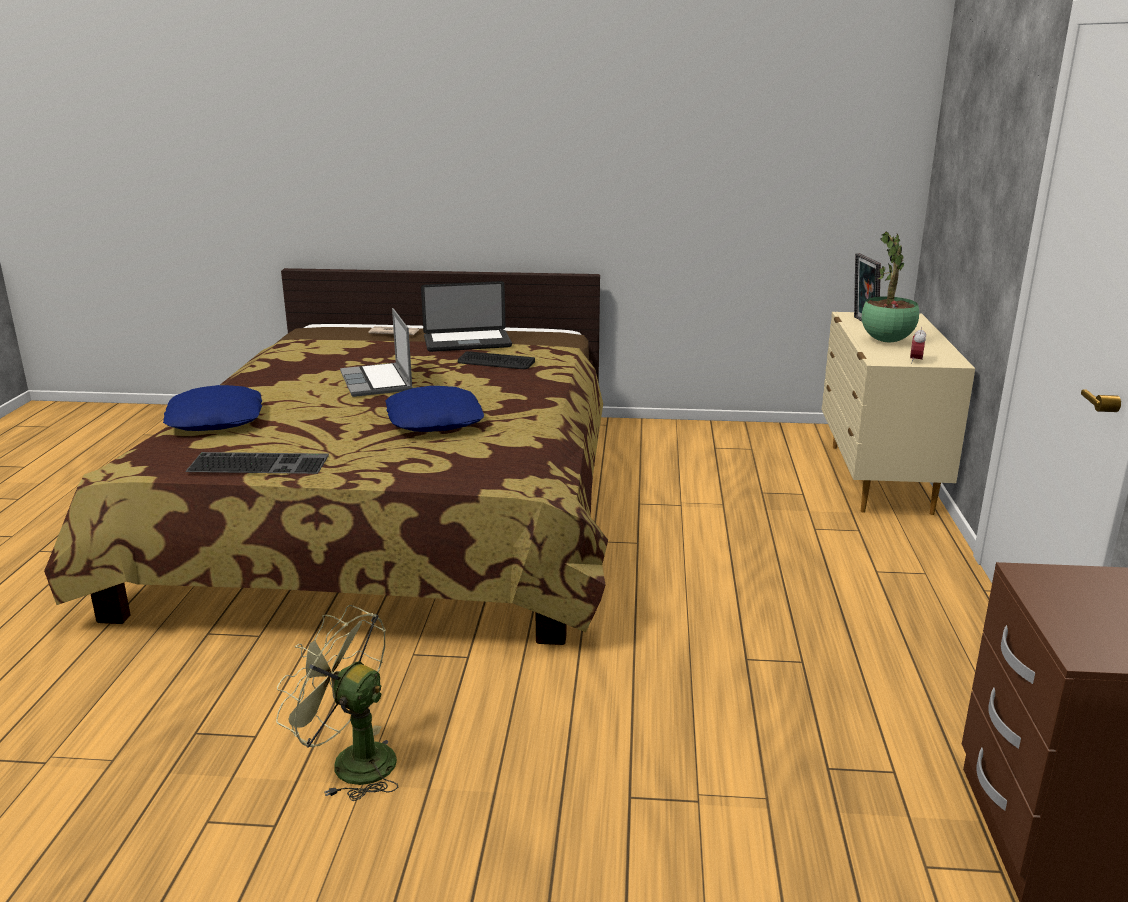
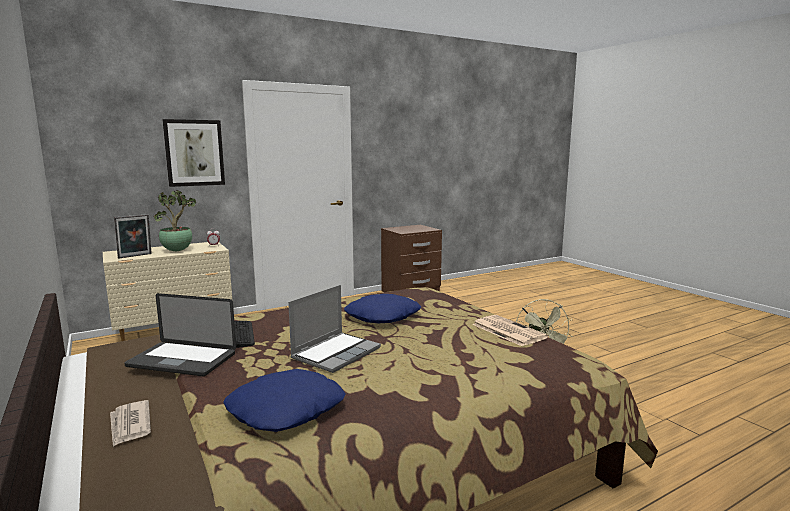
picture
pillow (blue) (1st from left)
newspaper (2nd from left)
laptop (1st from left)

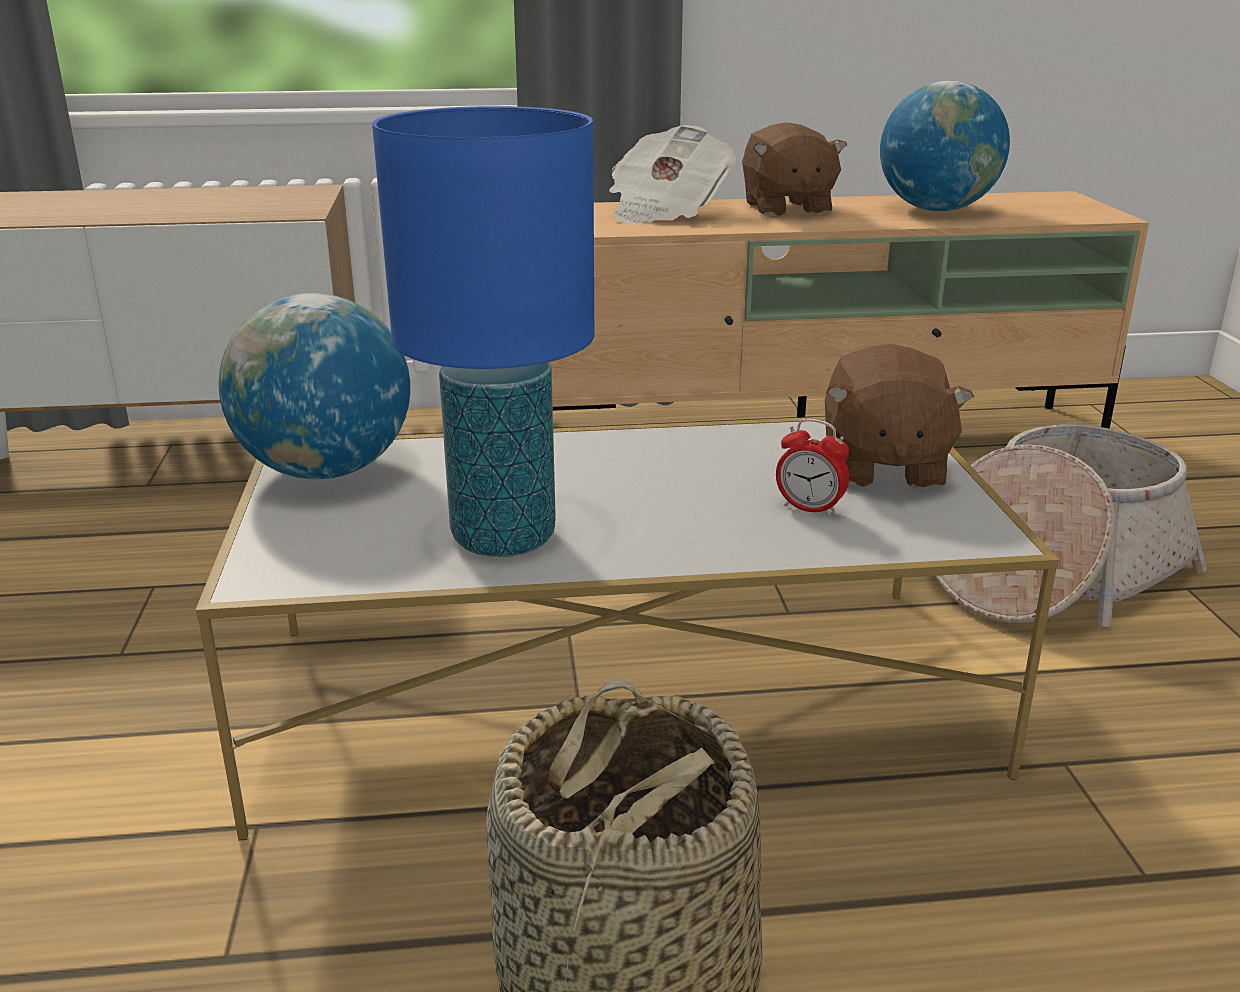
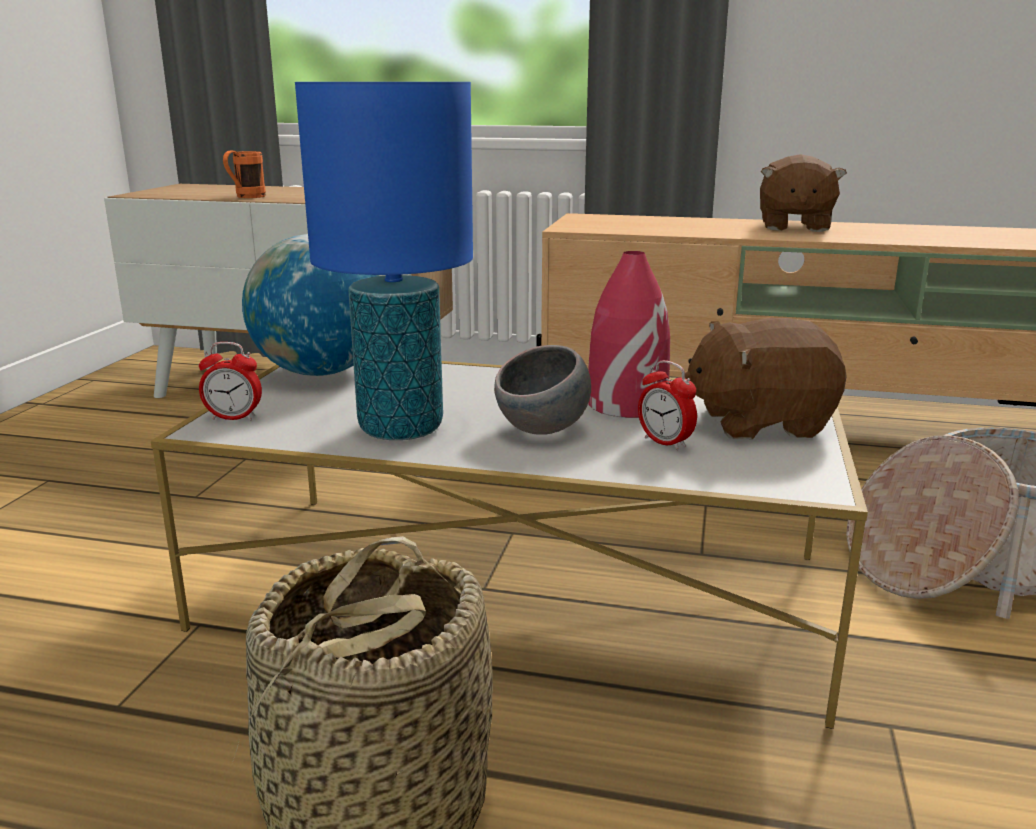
newspaper
globe (2nd from left in the first image)
alarm clock (1st from left)
mug (orange)
bowl (grey)
vase (red)
plush toy (brown) (1st from left)

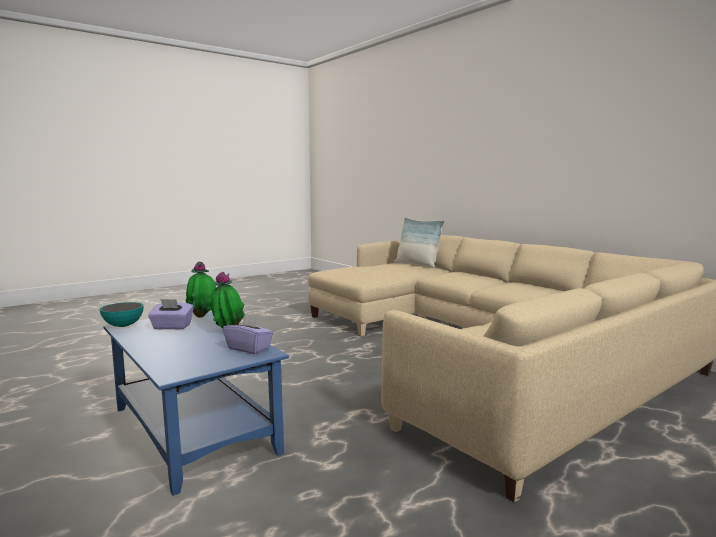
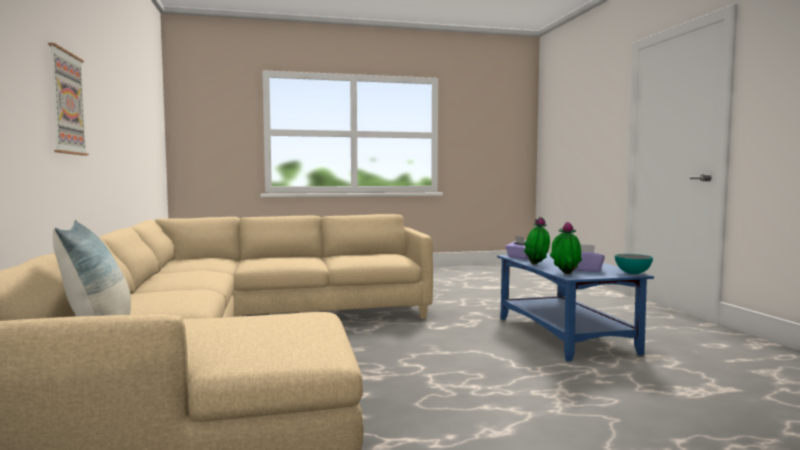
picture

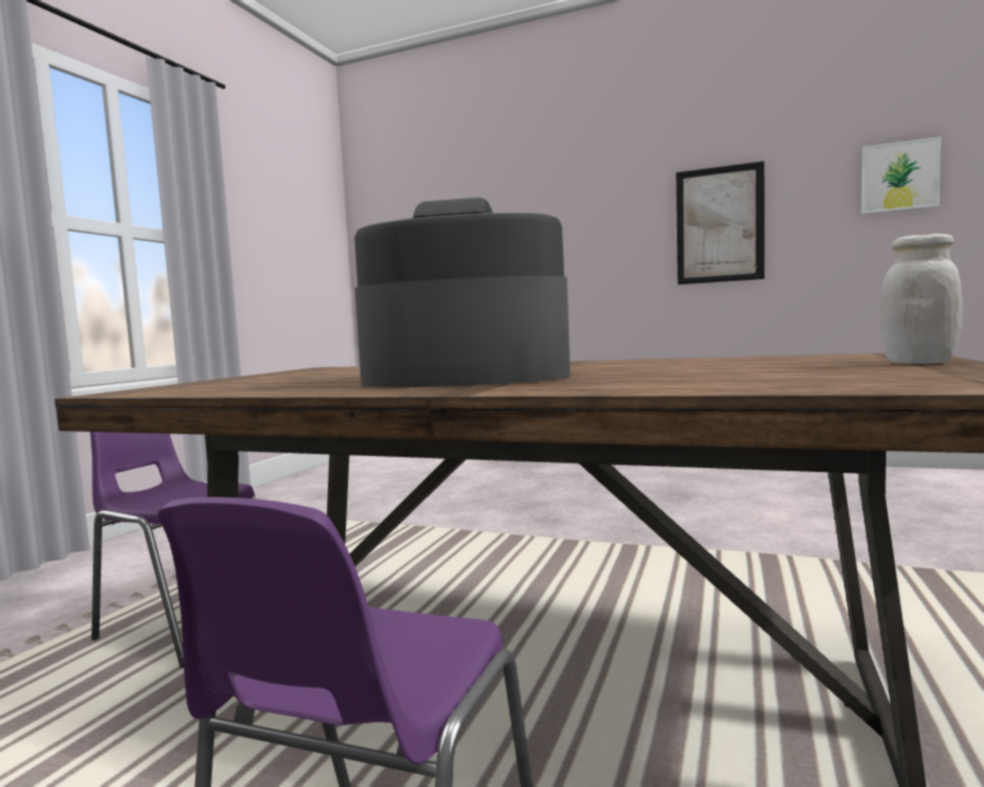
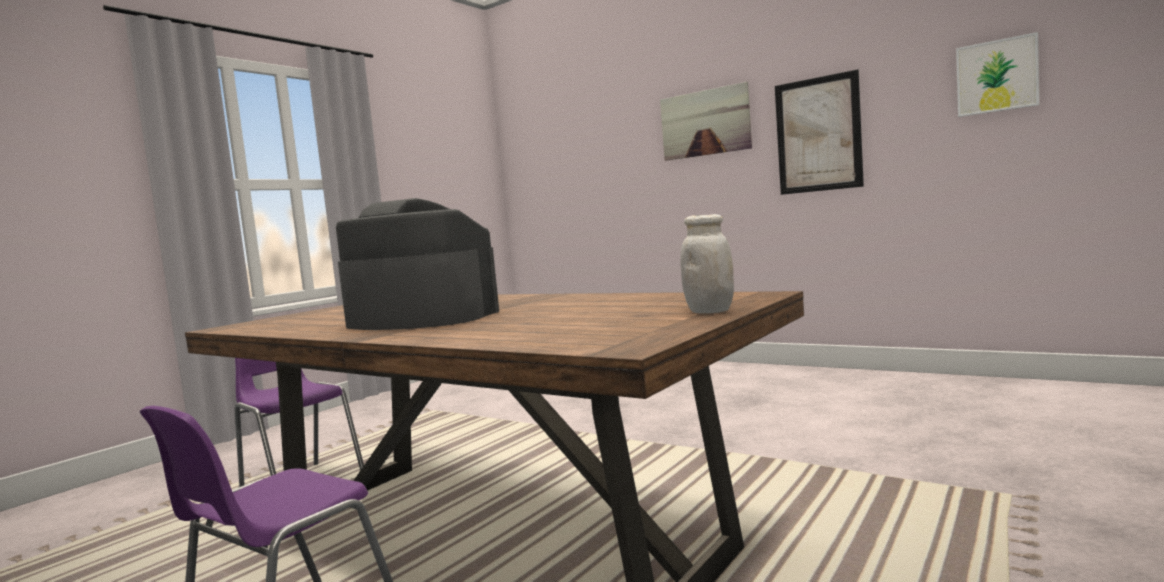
picture (1st from left)

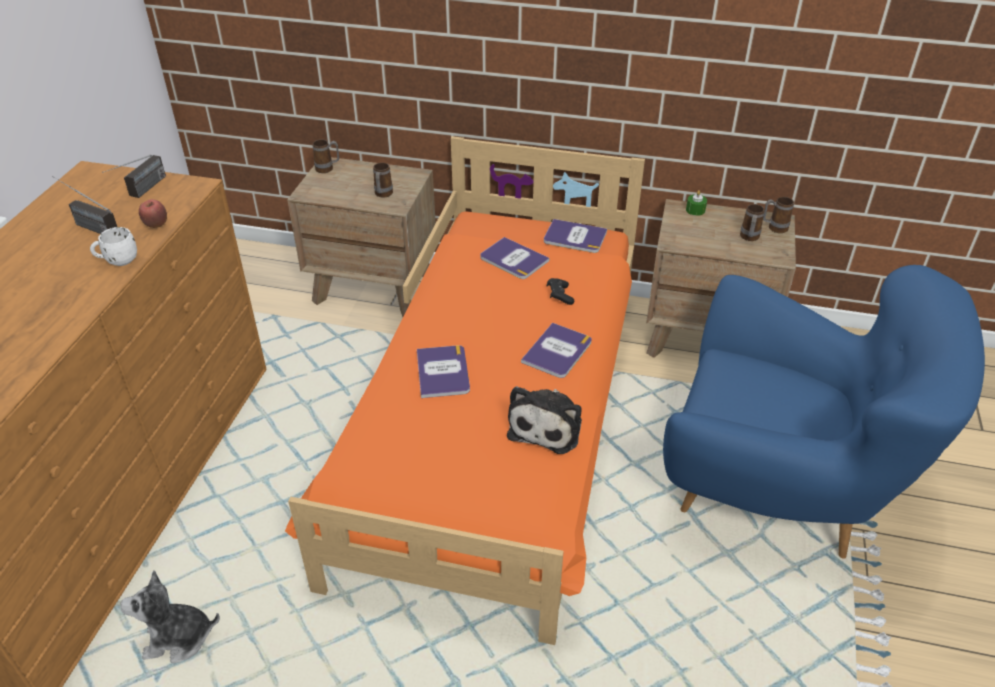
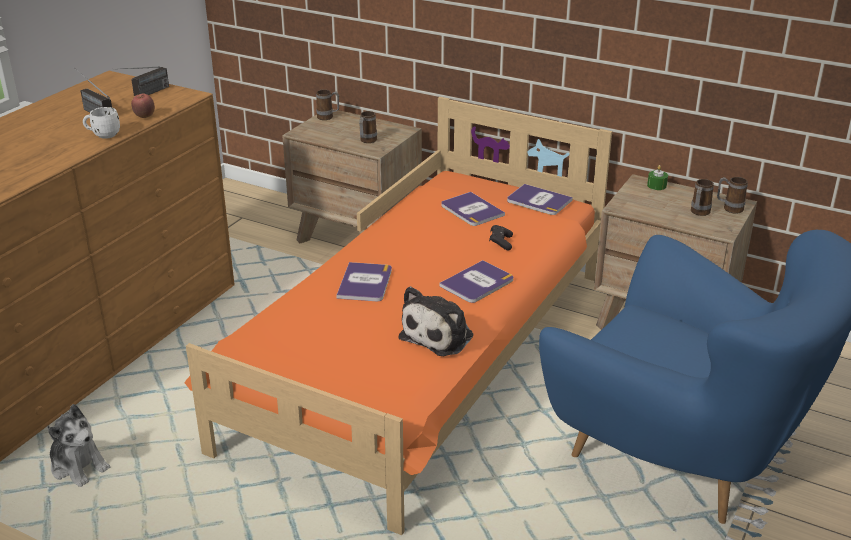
plush toy (1st from left)

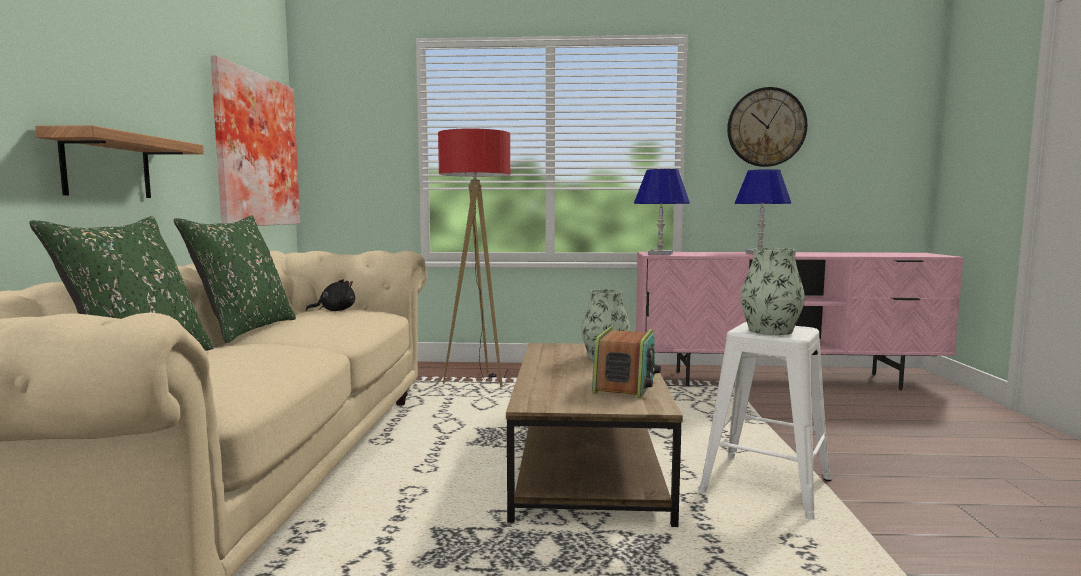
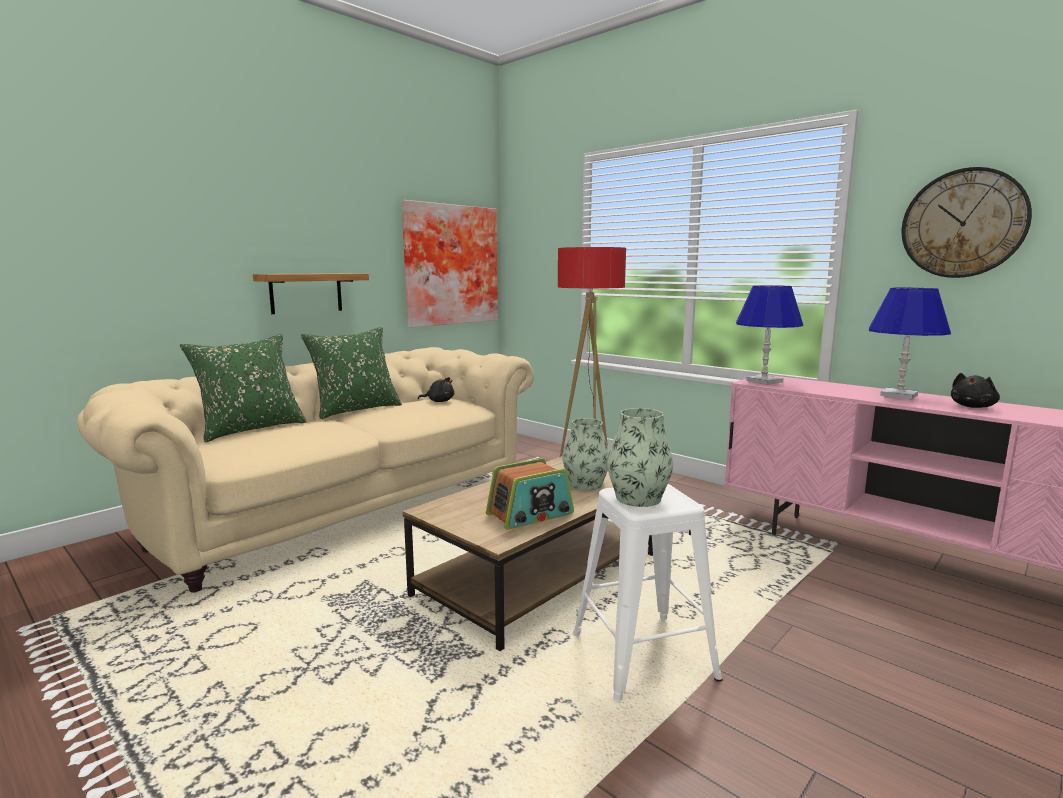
plush toy (black) (2nd from left)

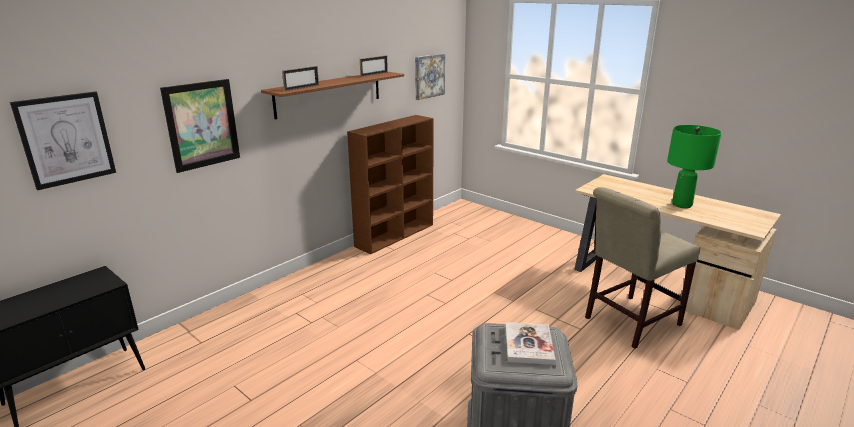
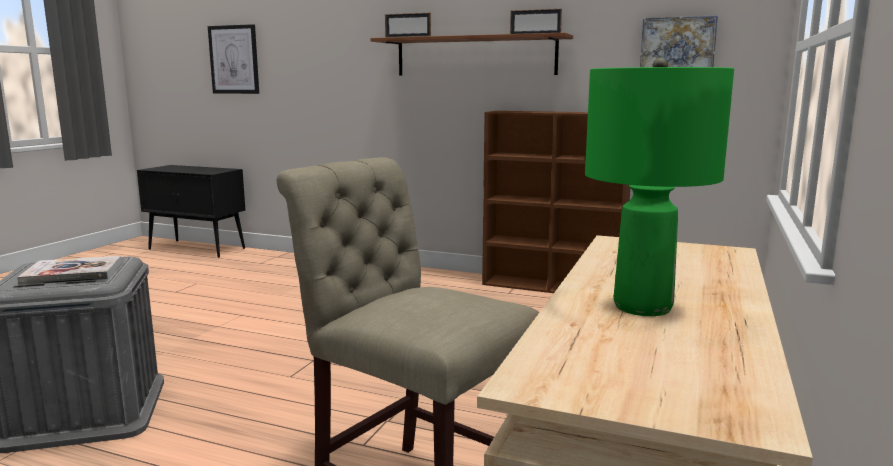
picture (2nd from left in the first image)

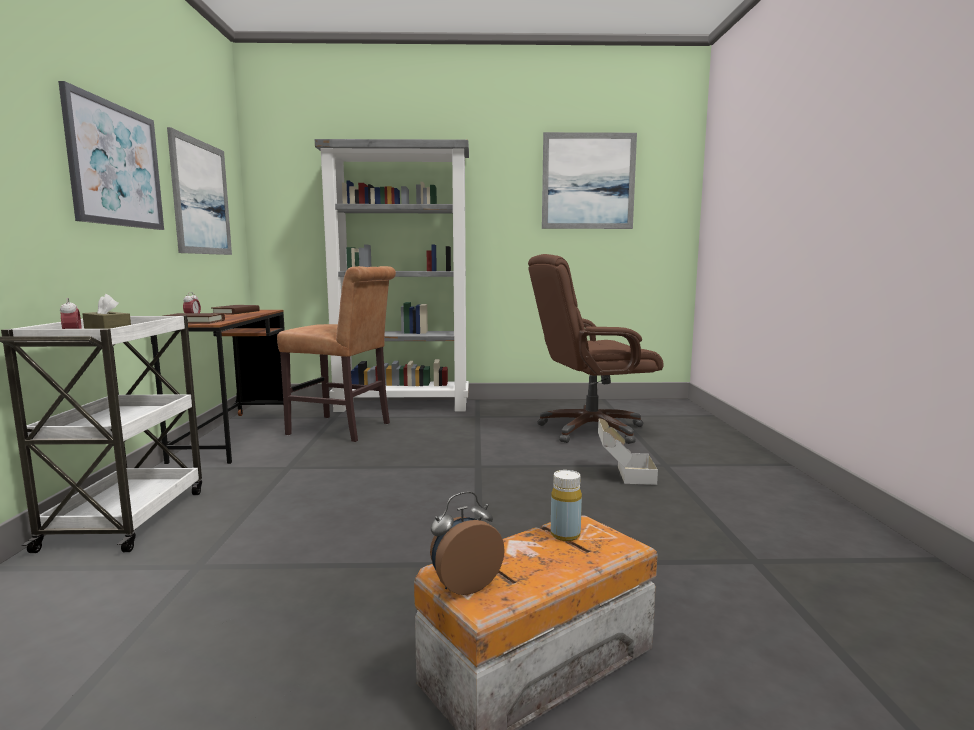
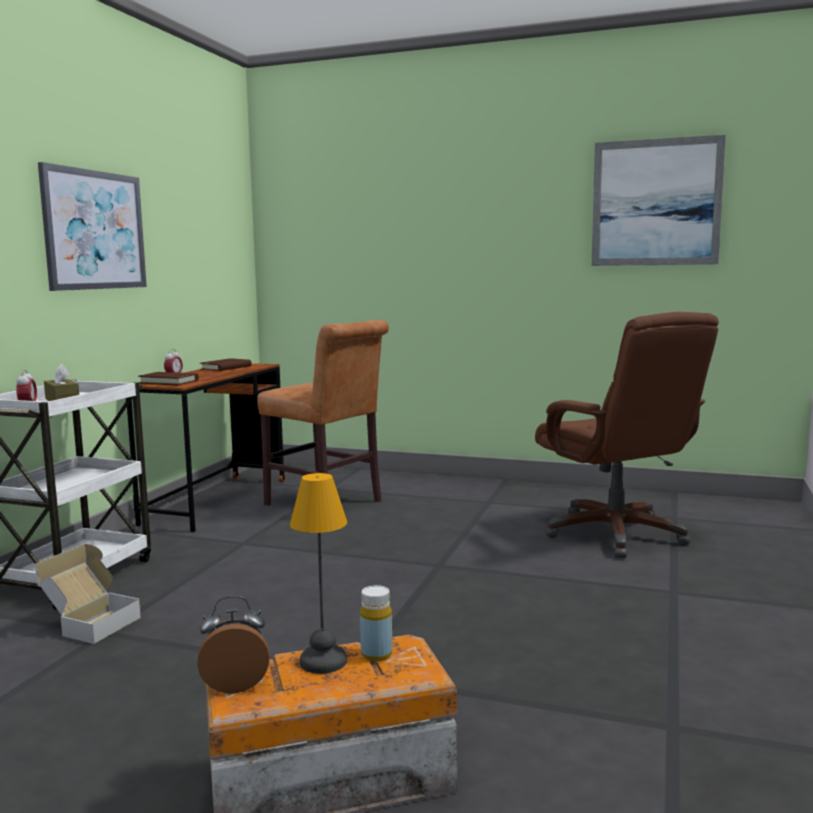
picture (2nd from left in the first image)
bookcase (grey)
table lamp
cardboard box
office chair (brown)

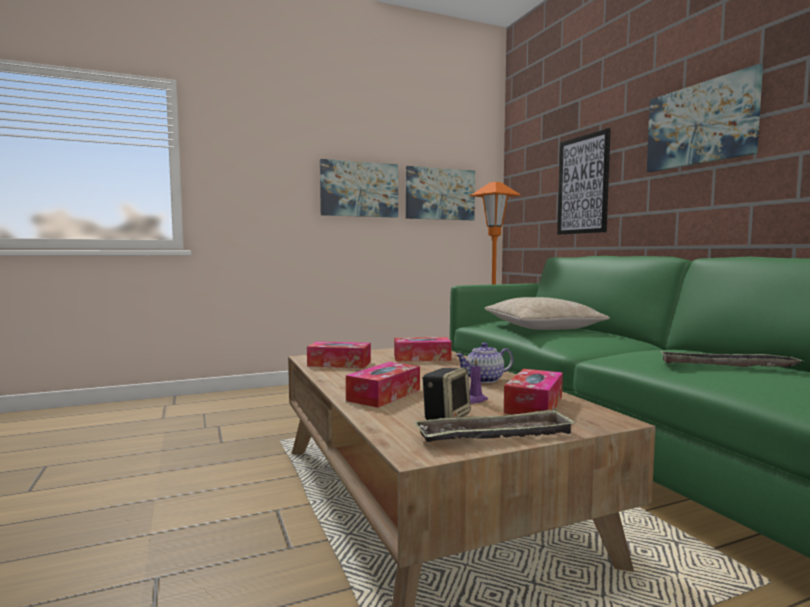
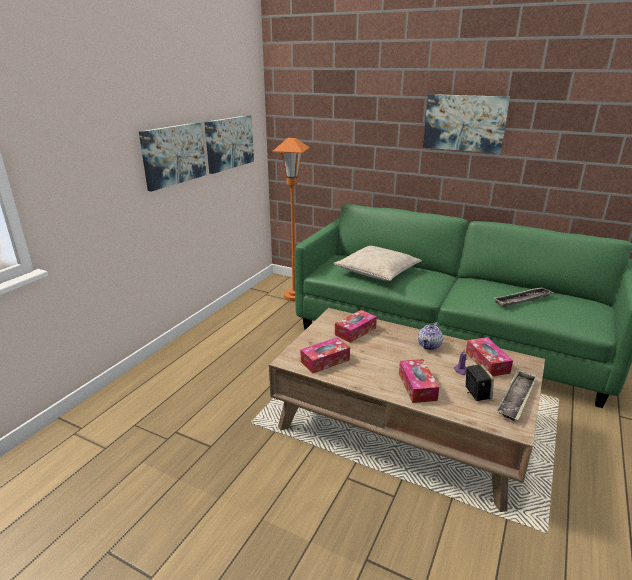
picture (3rd from left in the first image)

